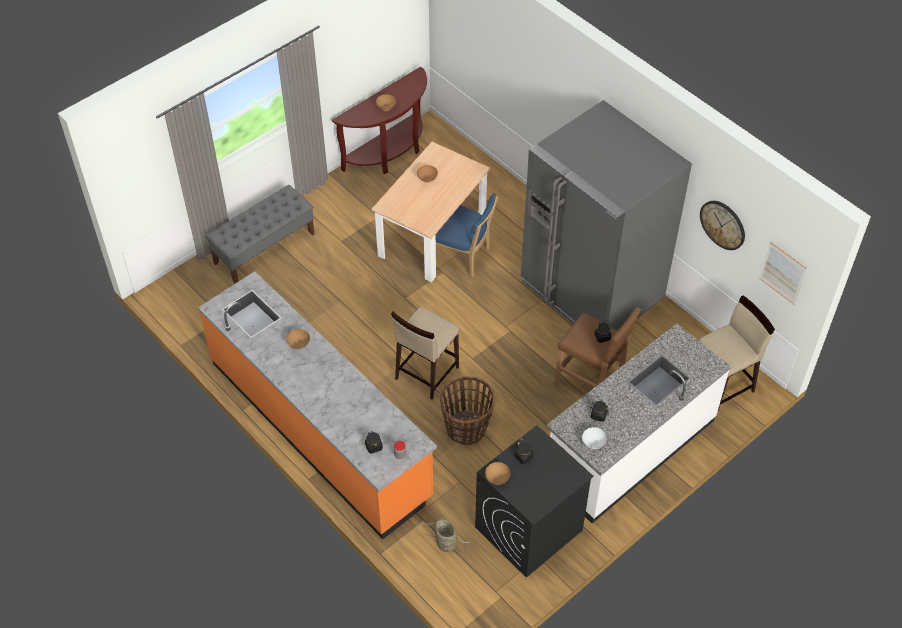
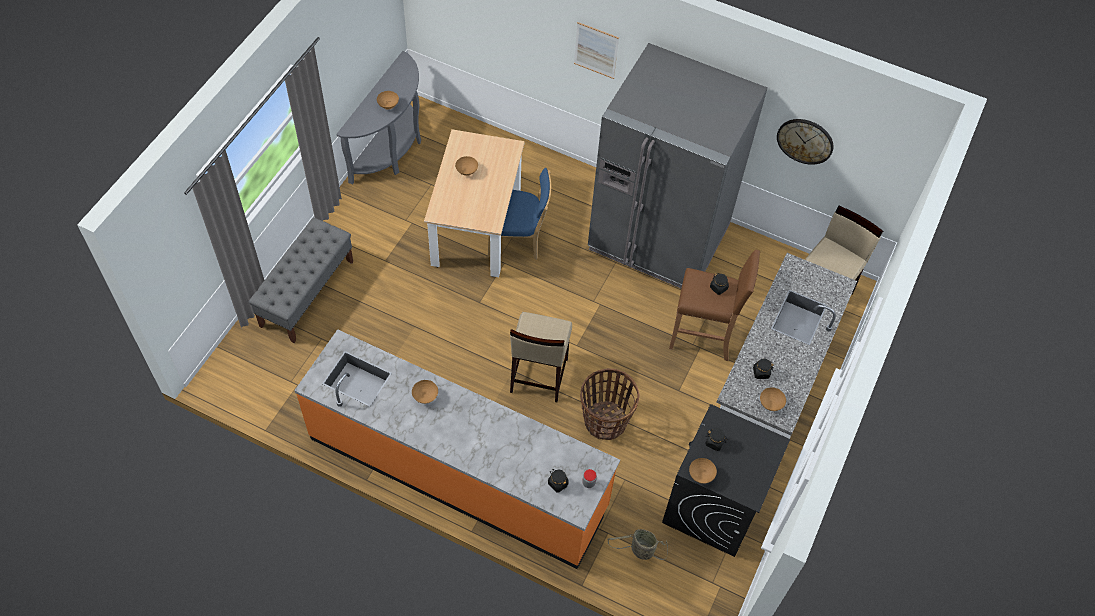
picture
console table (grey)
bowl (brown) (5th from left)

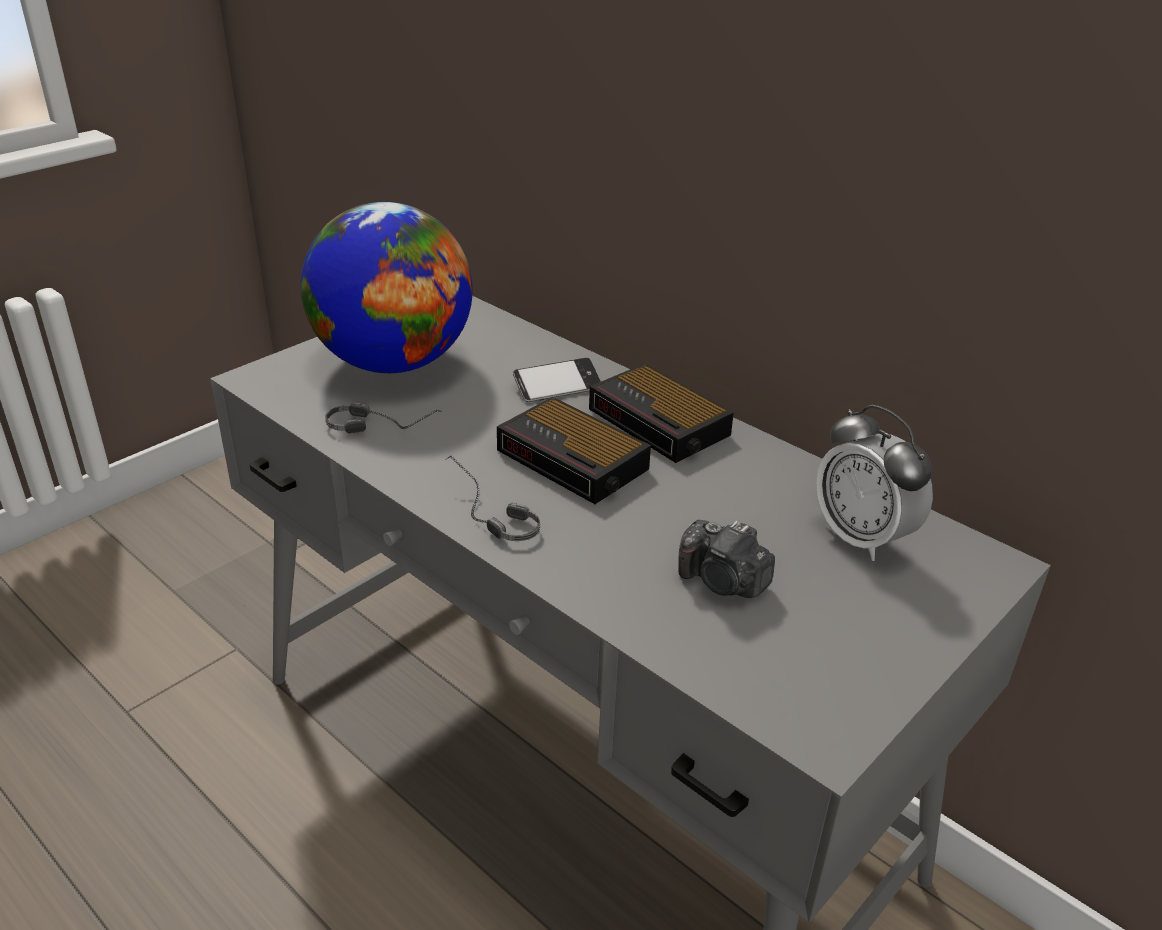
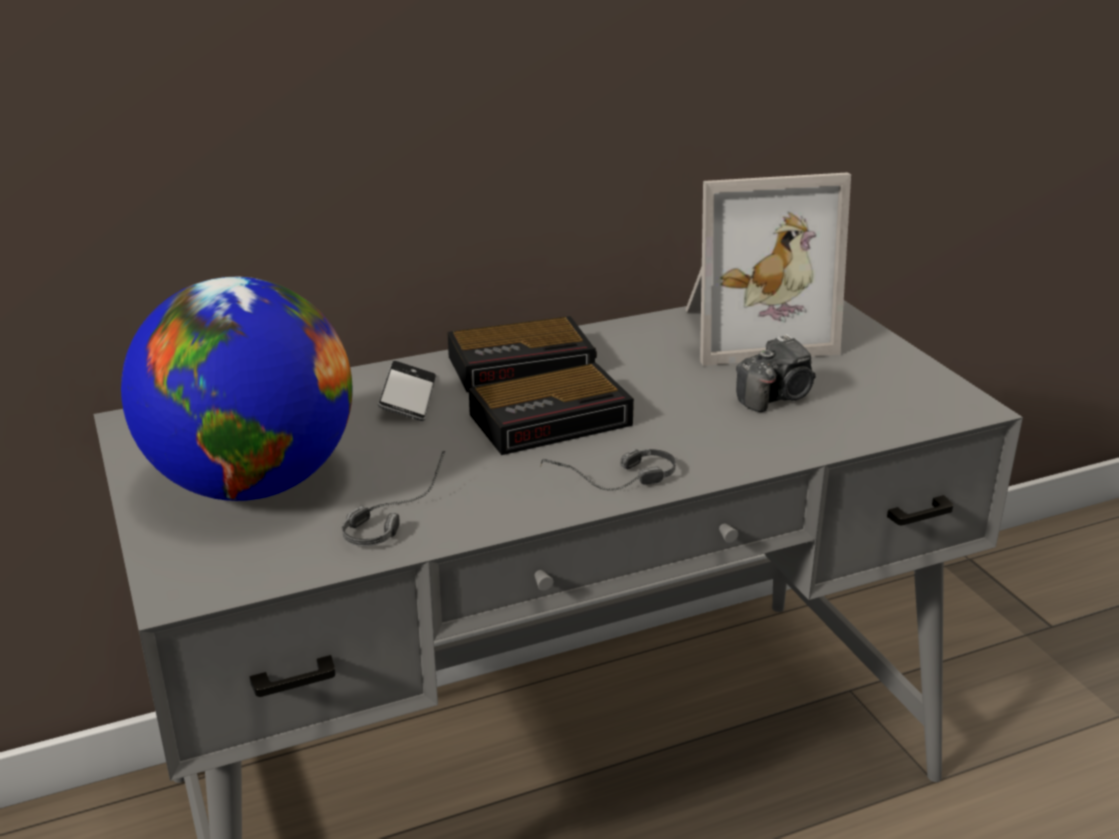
picture frame

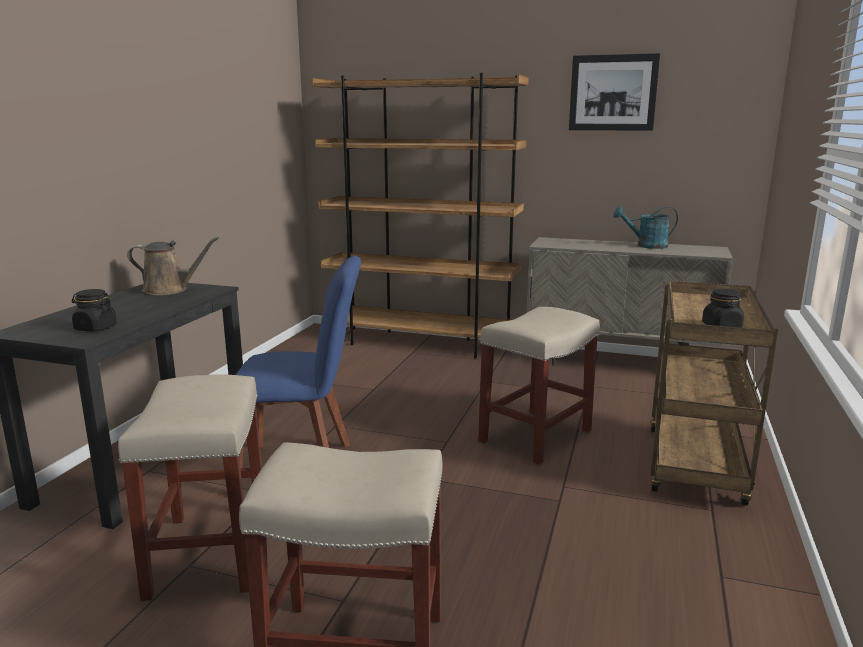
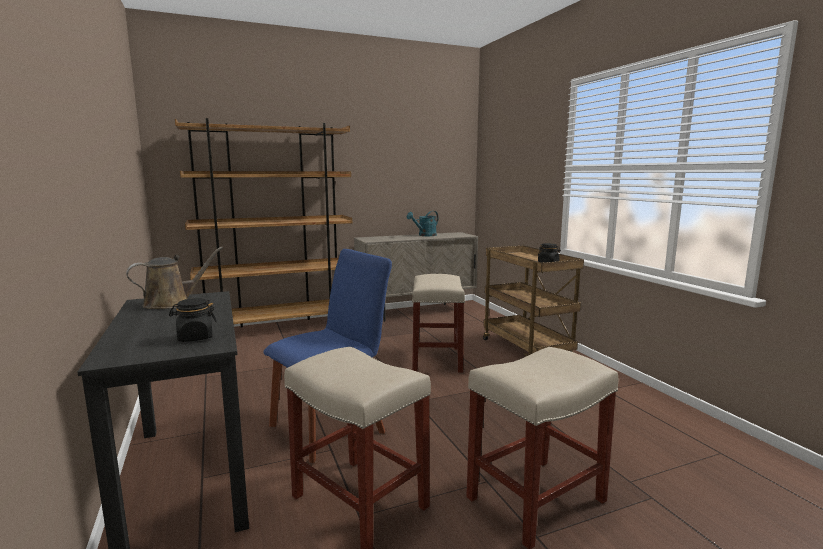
picture

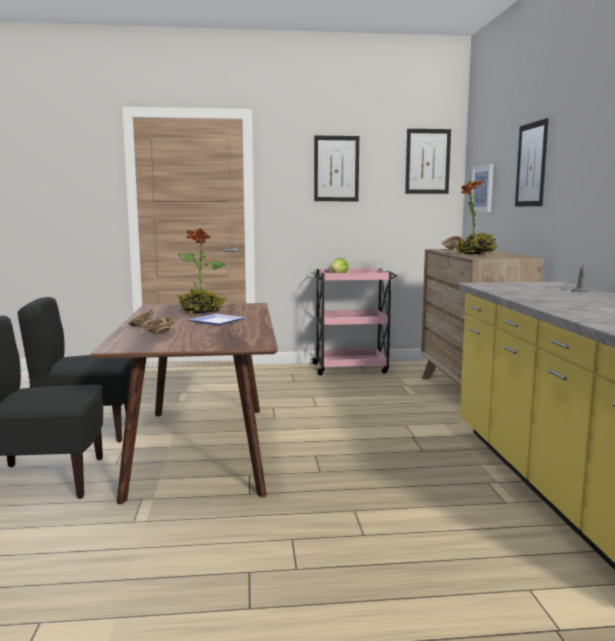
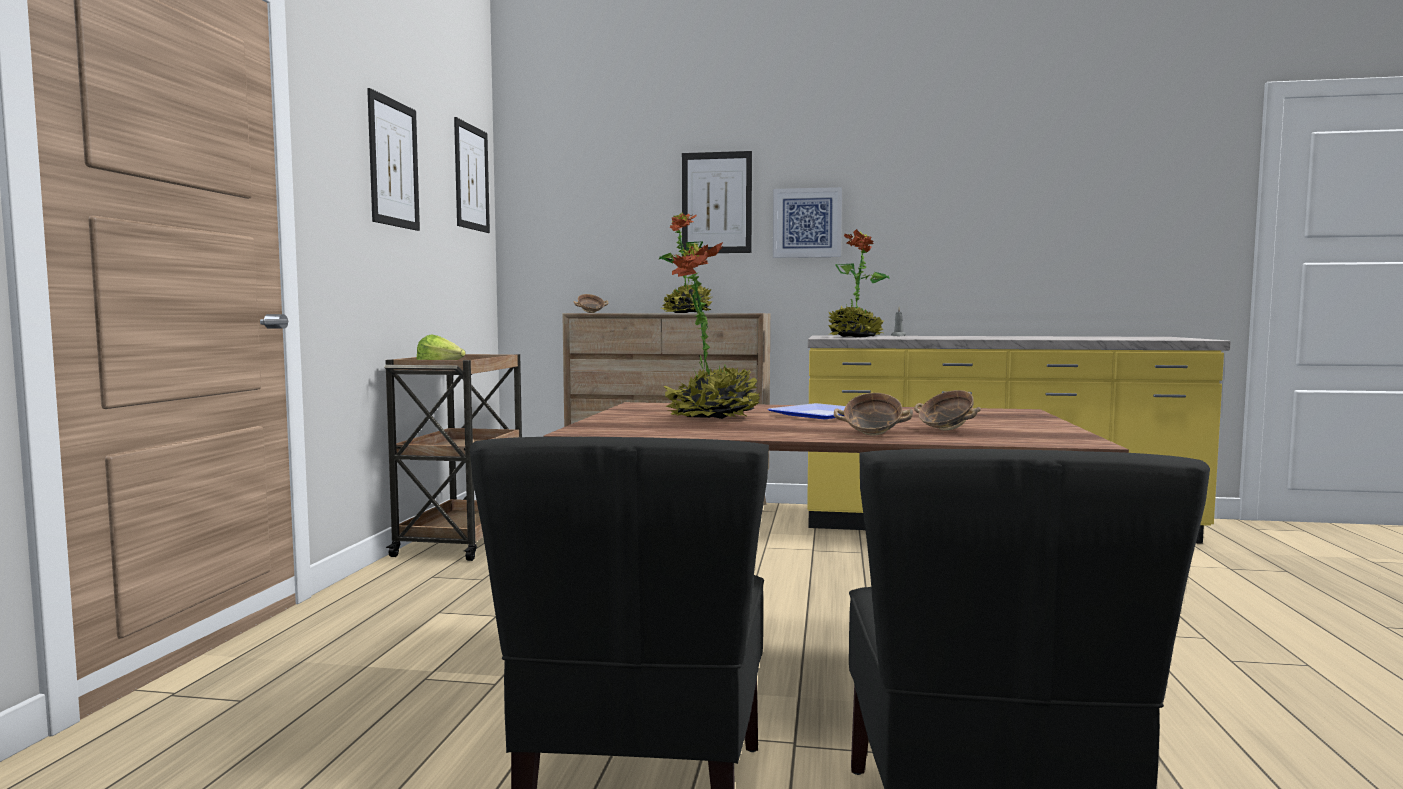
potted plant (3rd from left)
picture (4th from left)
cart (brown)

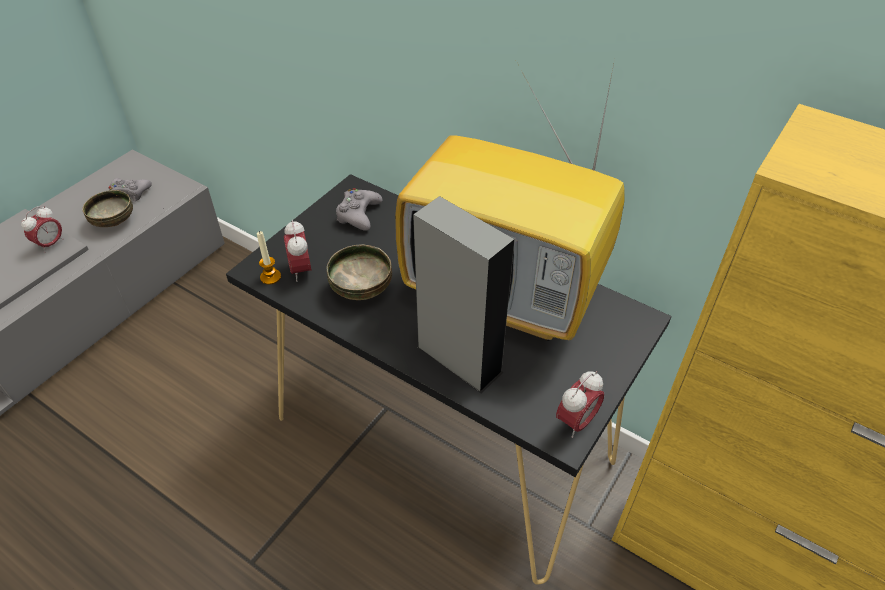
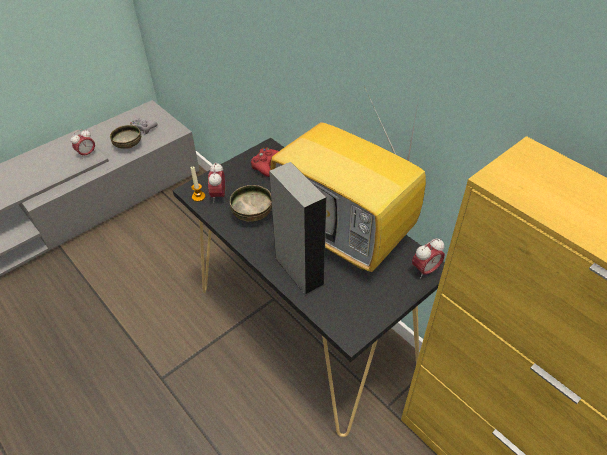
alarm clock (3rd from left)
game controller (red)

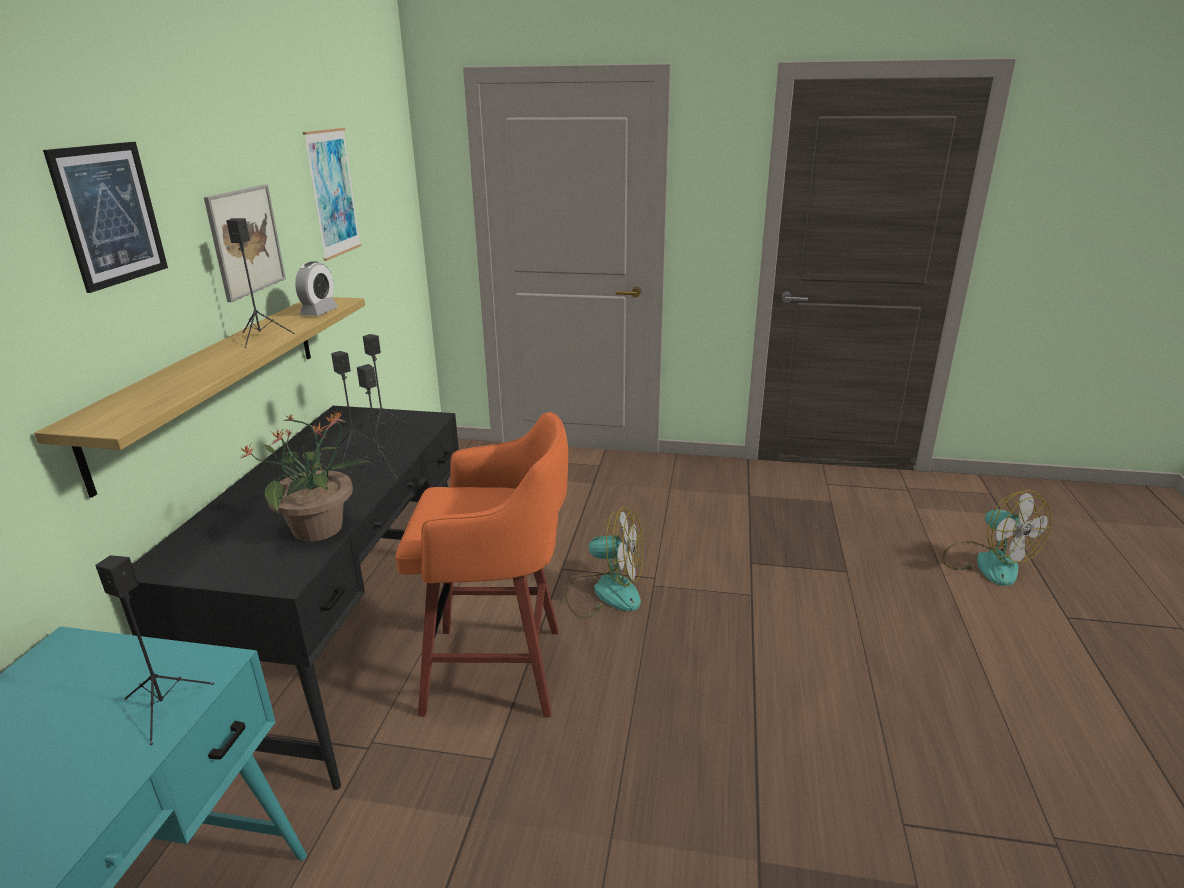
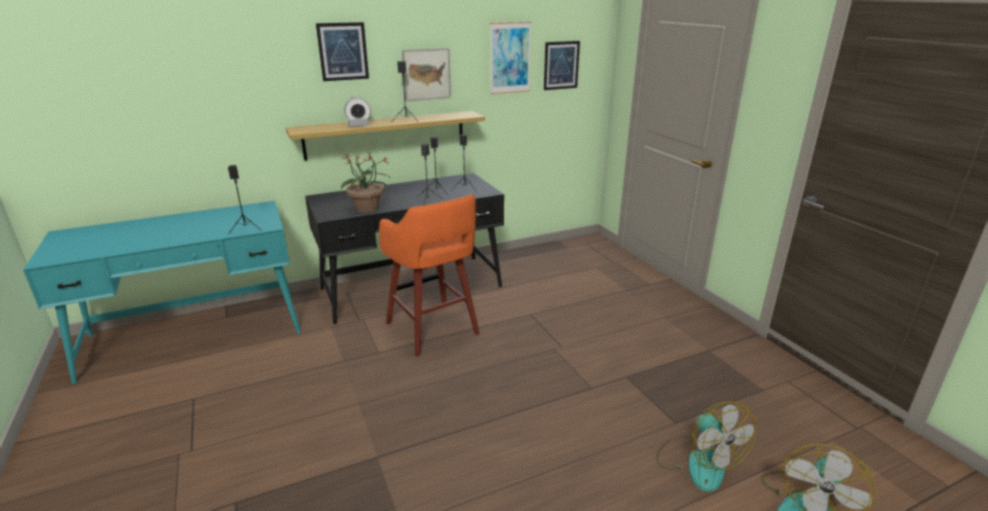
picture (4th from left)
alarm clock
fan (1st from left)

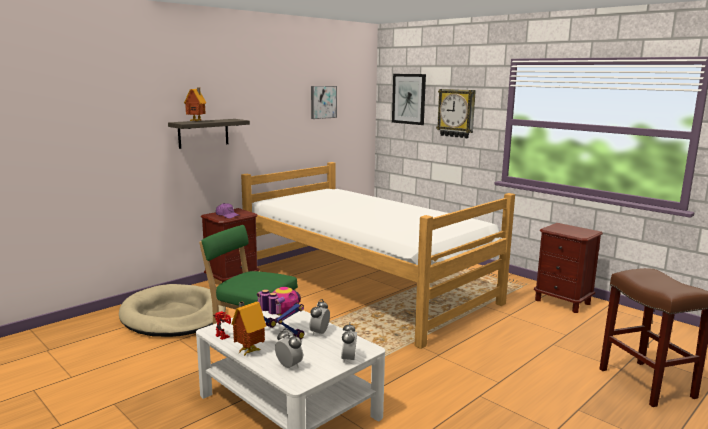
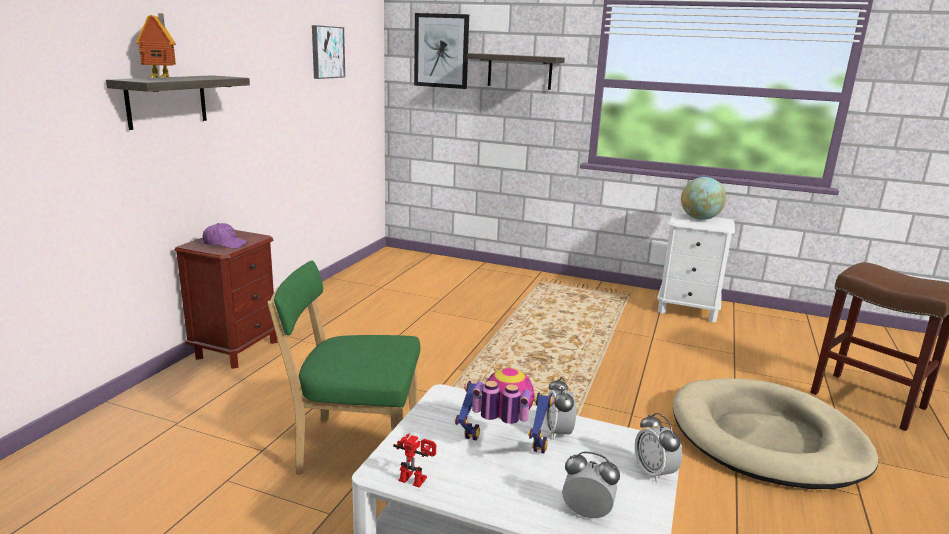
toy house (2nd from left in the first image)
bed
globe
dog bed (beige)
shelf (2nd from left)
nightstand (white)

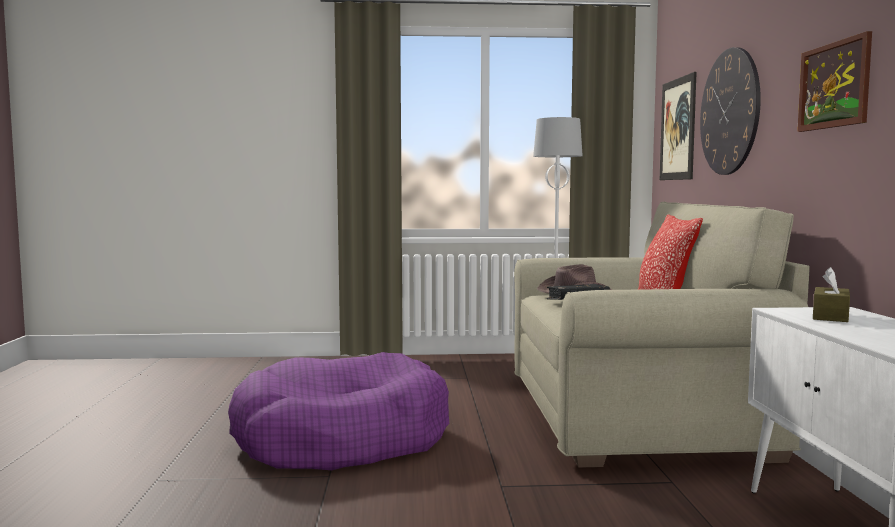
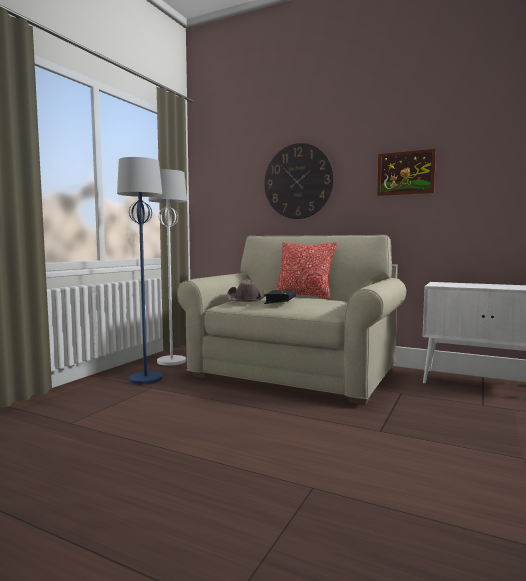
dog bed (purple)
picture (1st from left in the first image)
tissue box (brown)
floor lamp (blue)

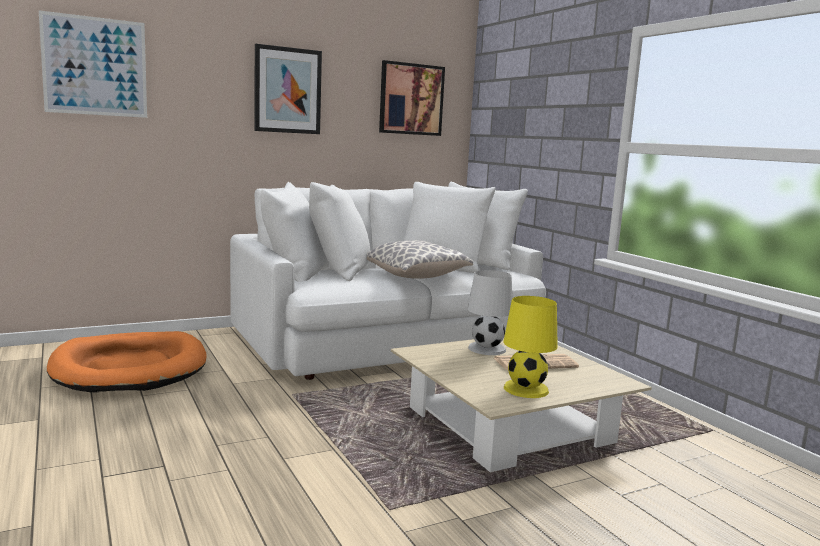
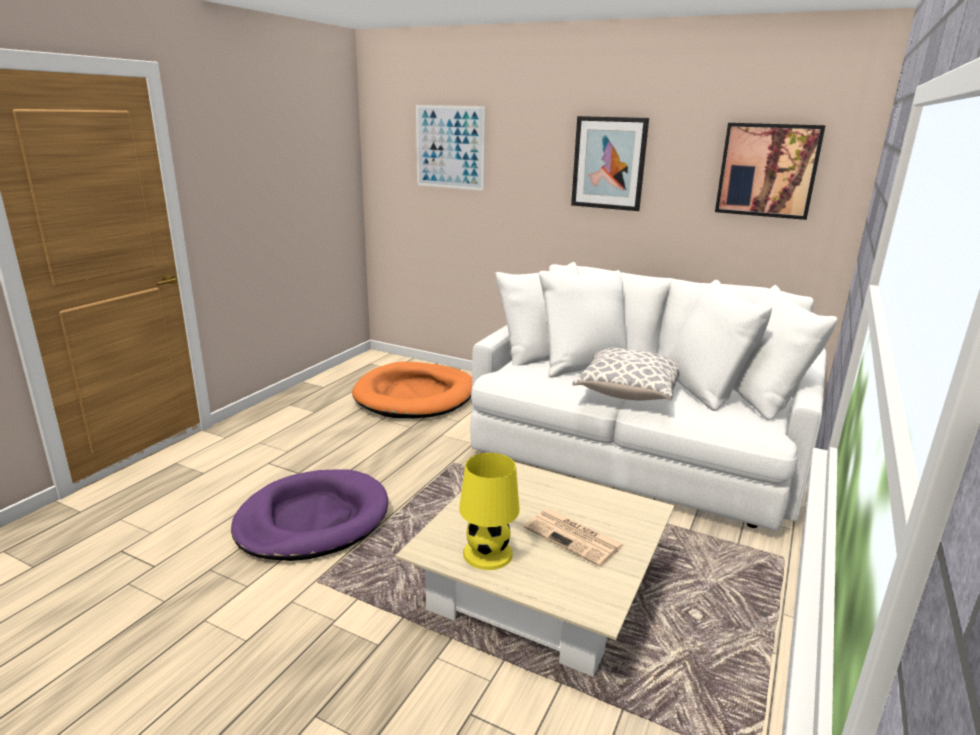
table lamp (white)
dog bed (purple)

